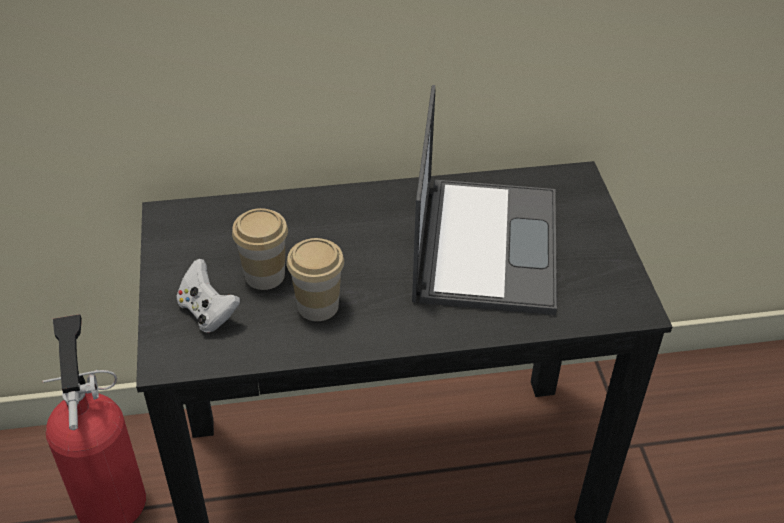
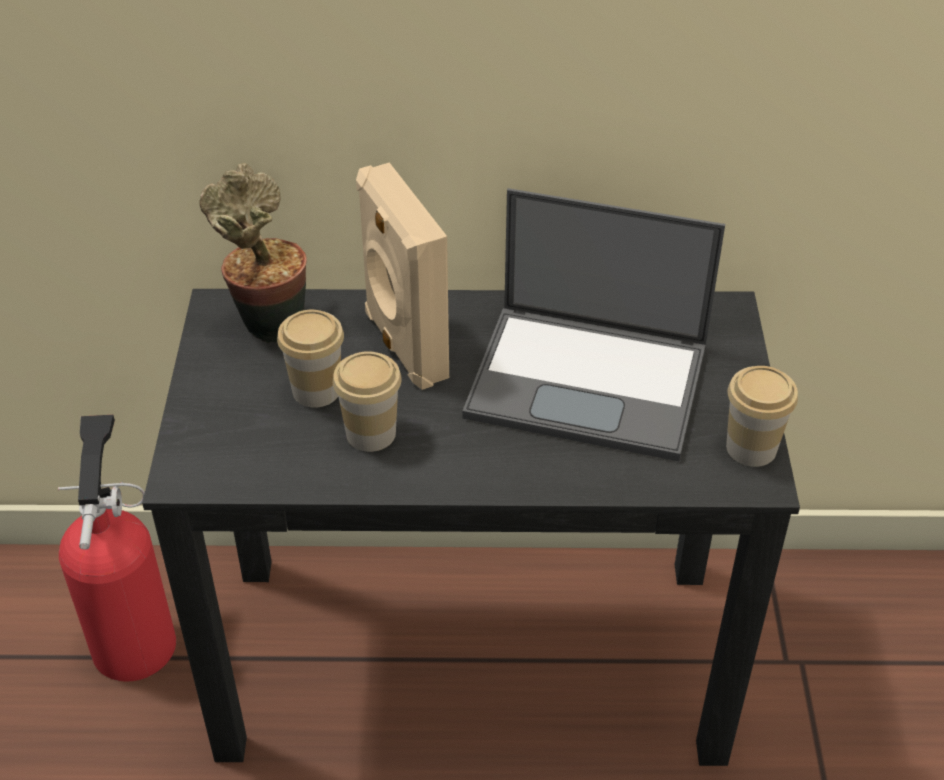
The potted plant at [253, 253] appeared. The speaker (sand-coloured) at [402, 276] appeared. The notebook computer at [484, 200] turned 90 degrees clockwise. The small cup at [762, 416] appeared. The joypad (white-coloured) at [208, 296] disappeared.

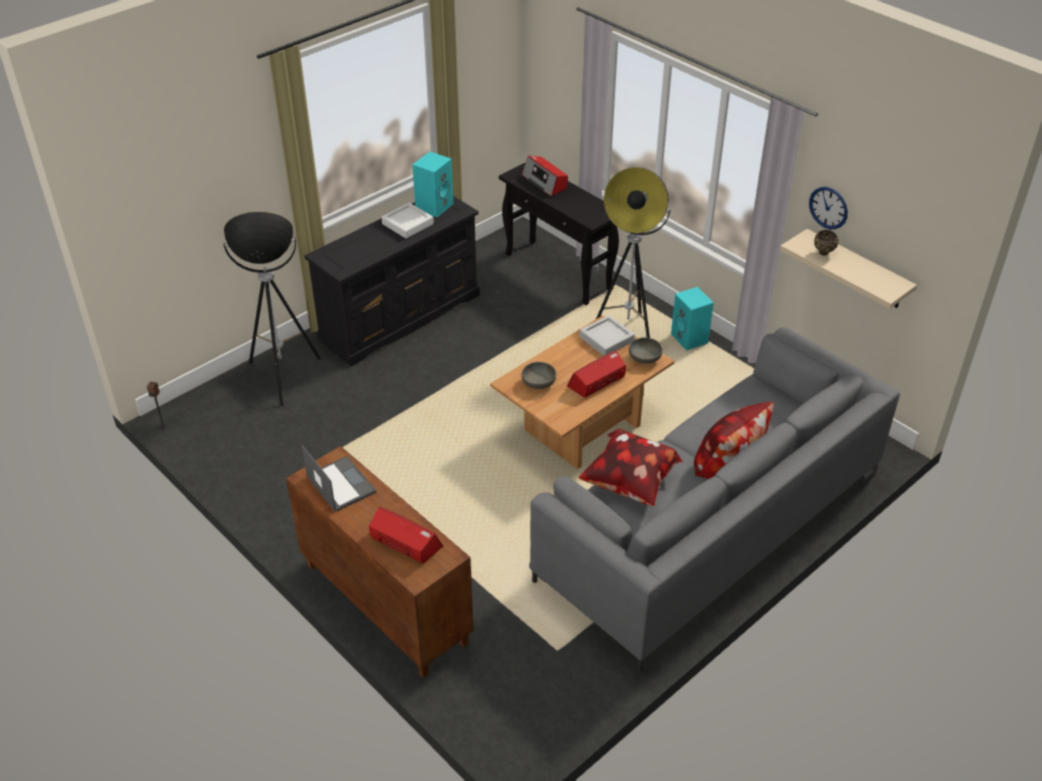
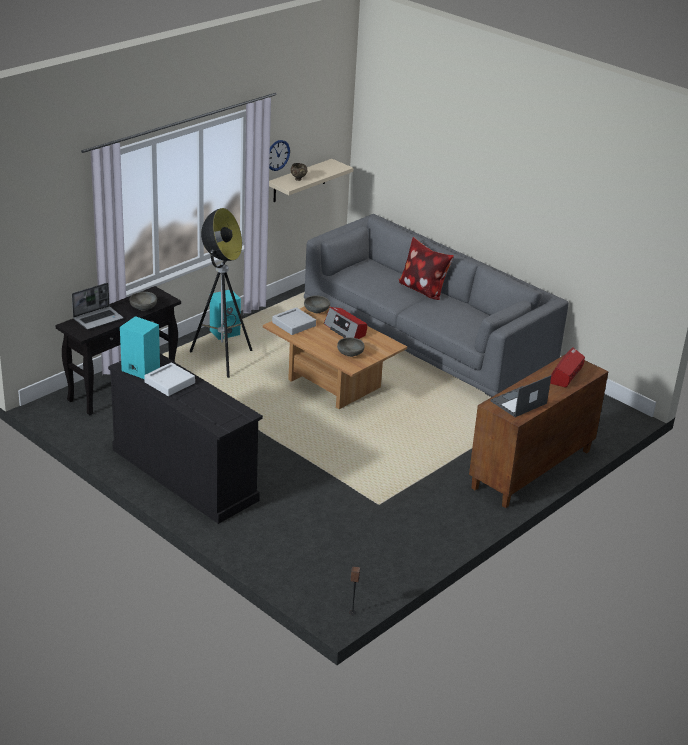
The radio set at [545, 176] was replaced by the notebook computer at [98, 306]. The deep dish (greyish) at [143, 301] appeared. The standard lamp at [271, 309] disappeared. The throw pillow at [630, 468] disappeared.

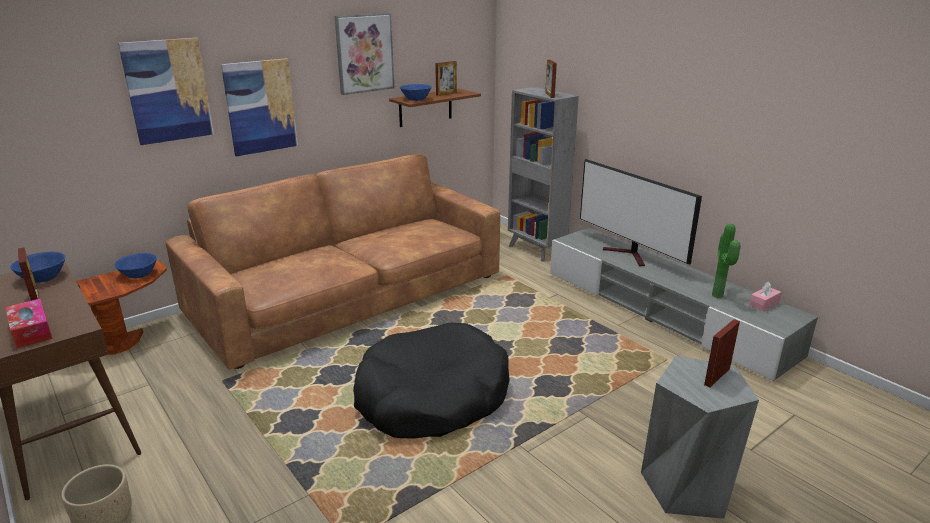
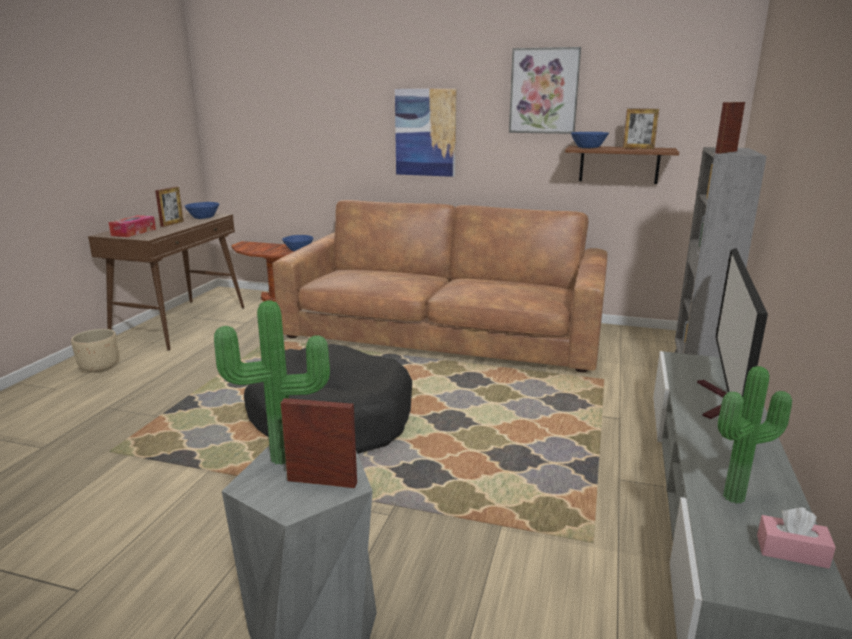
The potted plant at [272, 382] appeared. The picture at [166, 91] disappeared.

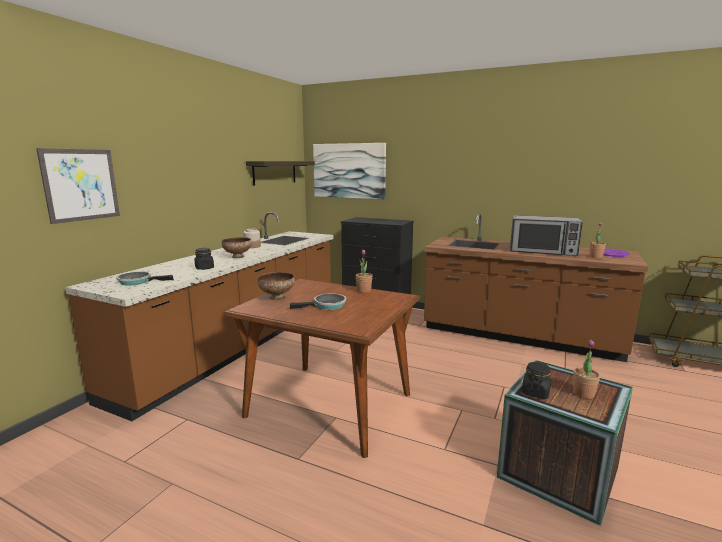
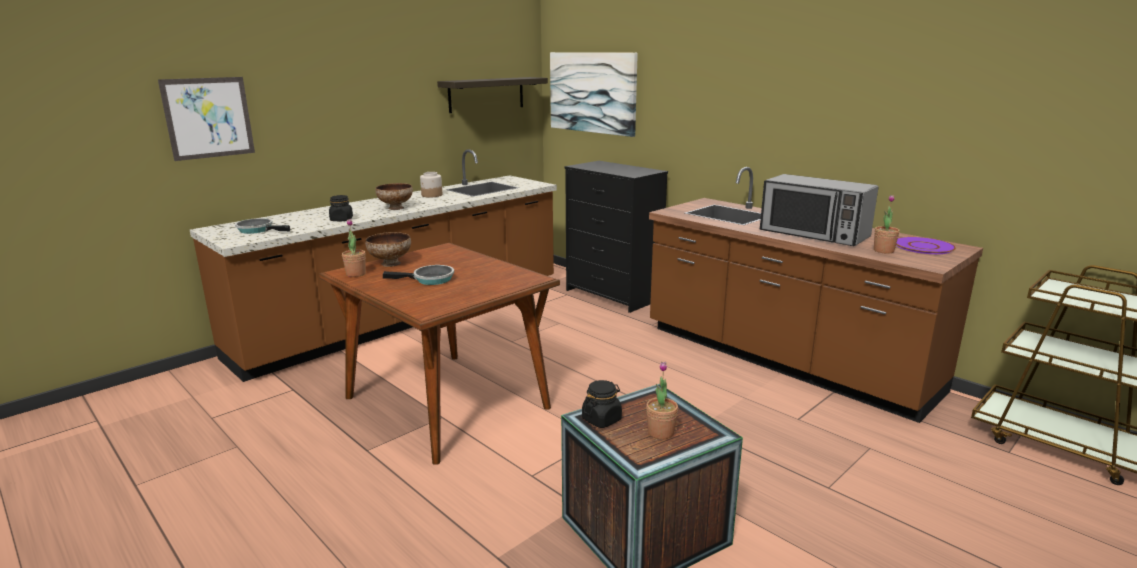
The potted plant moved from [364, 271] to [354, 248].

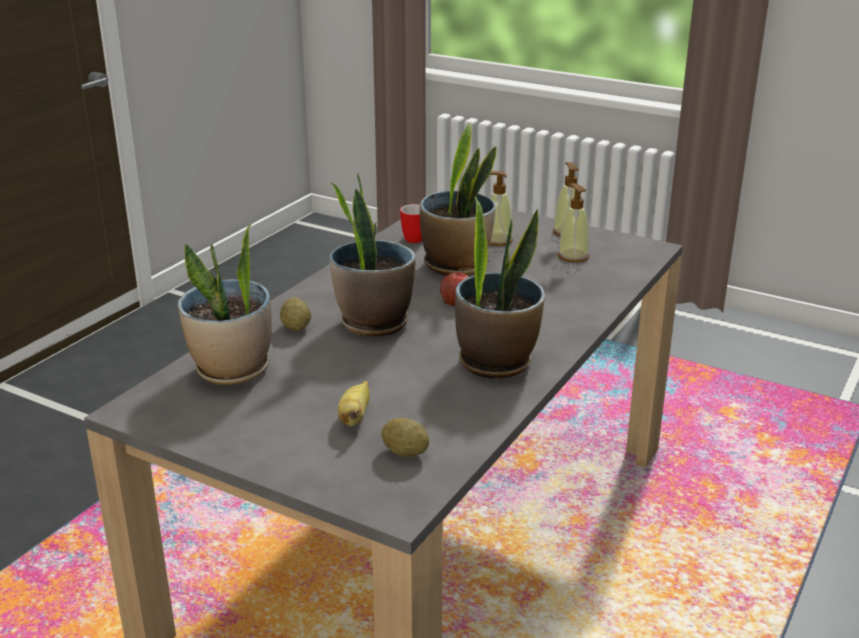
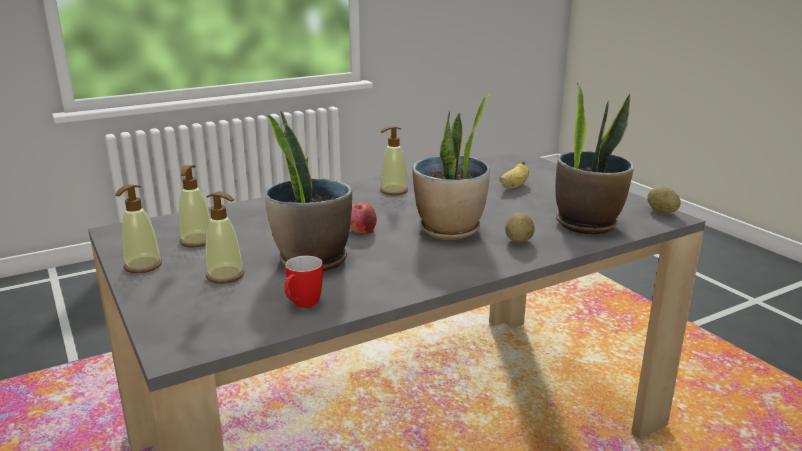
The potted plant at [500, 288] was replaced by the soap dispenser at [394, 160]. The whole potato moved from [405, 437] to [664, 200].

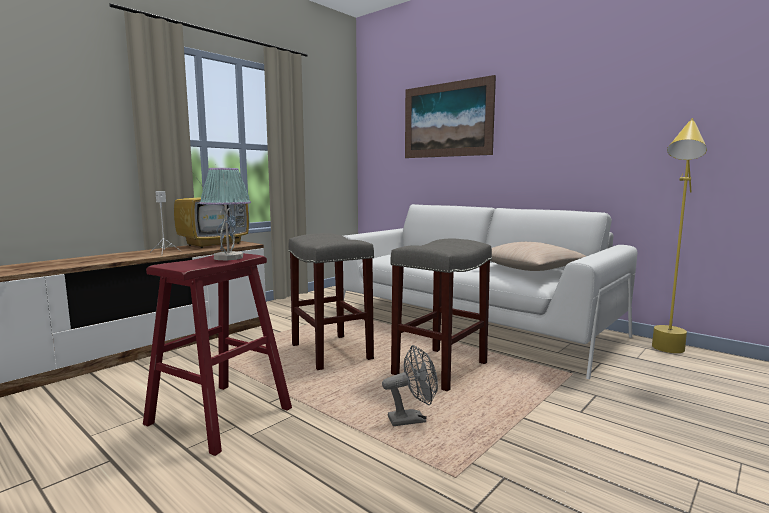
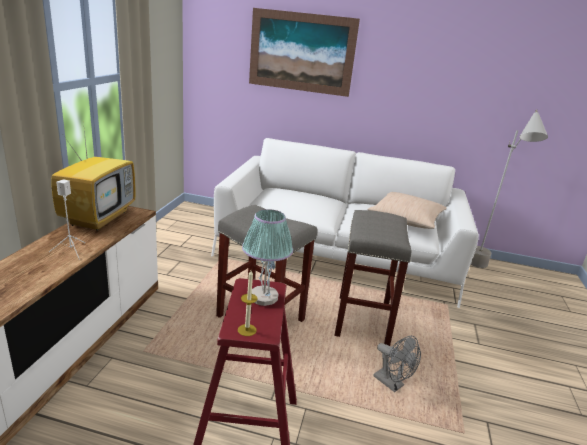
The candle at [247, 303] appeared. The electric fan (greyish) at [410, 385] turned 90 degrees clockwise. The standard lamp (yellow-coloured) at [679, 235] became the standard lamp (greyish) at [509, 189].

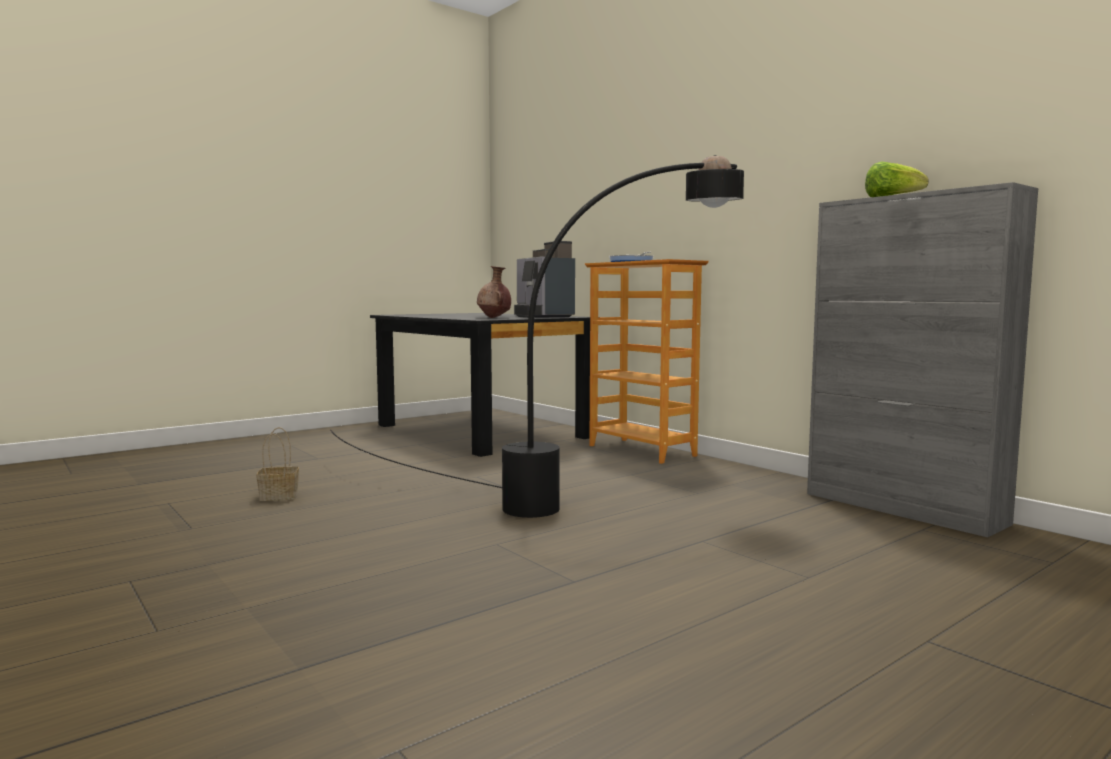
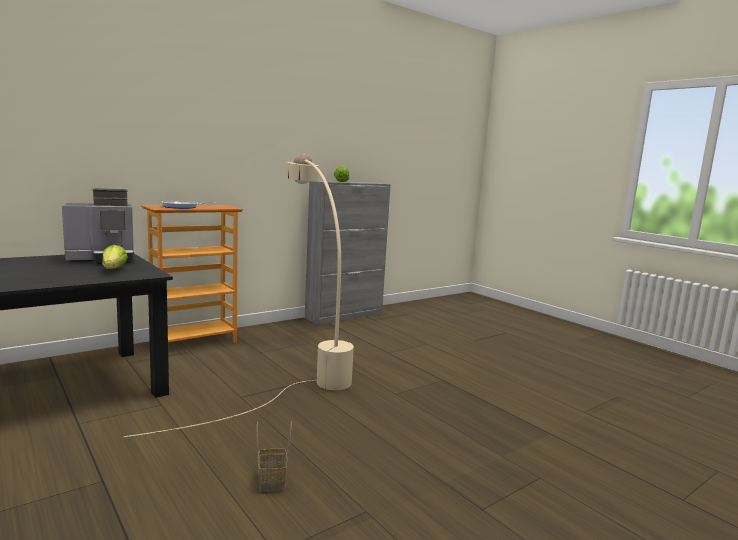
The vase (brownish) at [494, 292] was replaced by the head of lettuce at [115, 257]. The standard lamp (black) at [537, 336] became the standard lamp (sand-coloured) at [239, 295].

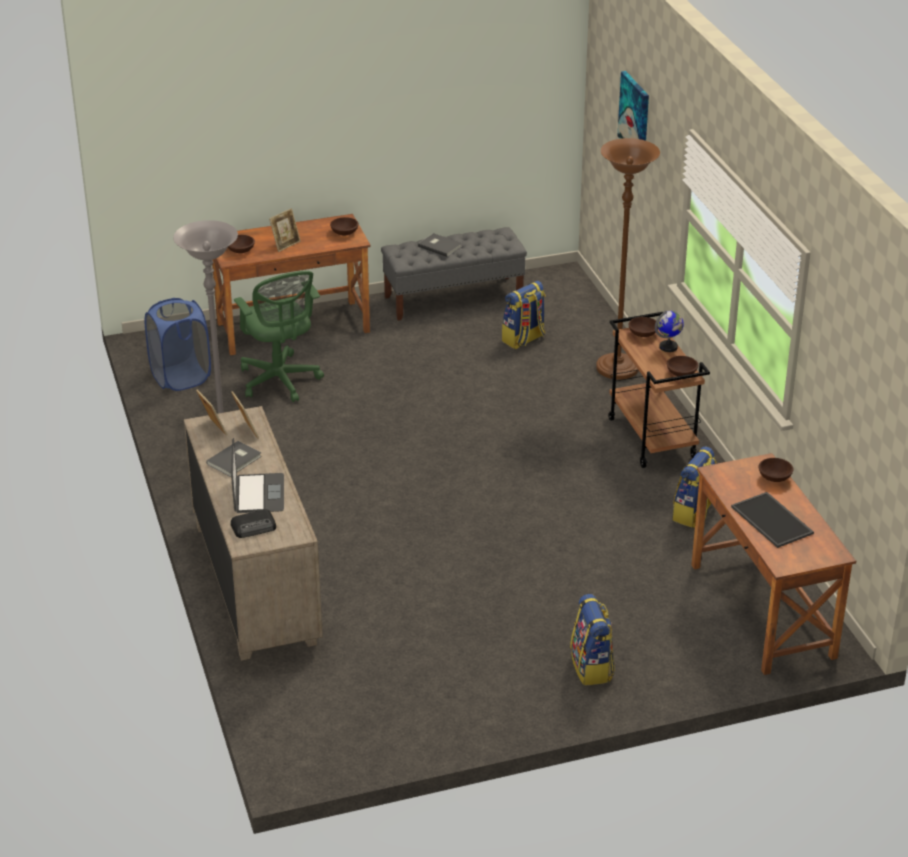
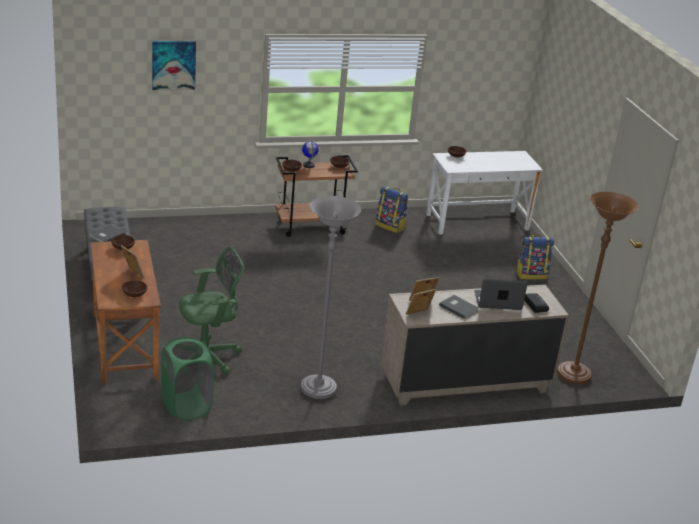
The washing basket (blue) at [178, 344] became the washing basket (green) at [187, 378]. The desk unit (brownish) at [773, 564] became the desk unit (white-coloured) at [484, 192]. The standard lamp (brownish) moved from [628, 259] to [598, 288]. The backpack at [523, 315] disappeared. The serving tray at [772, 520] disappeared.

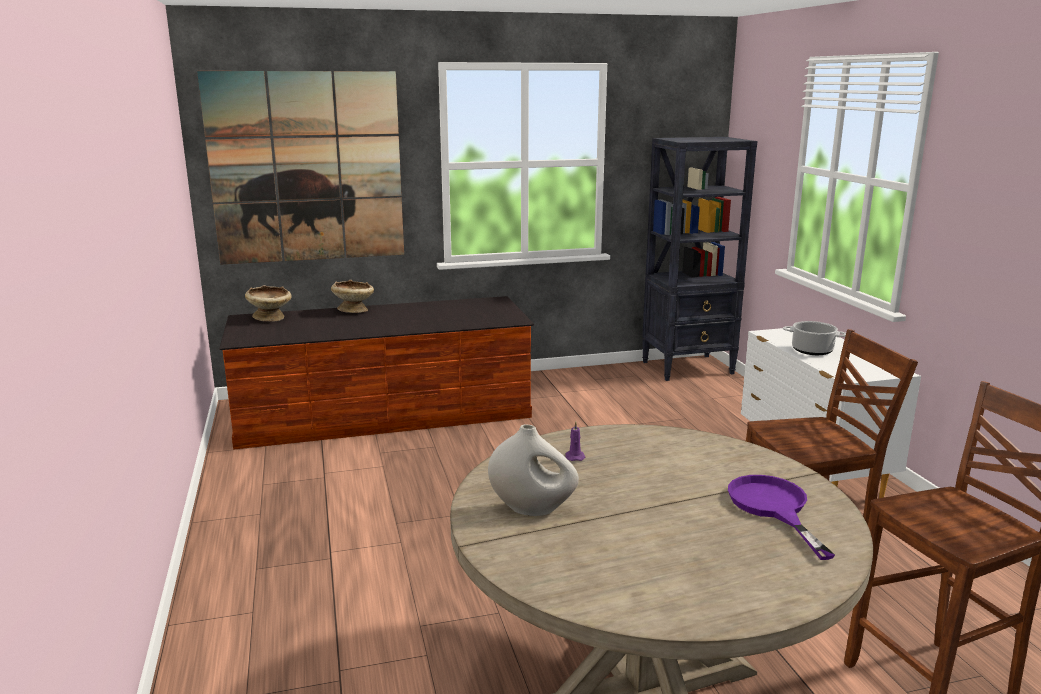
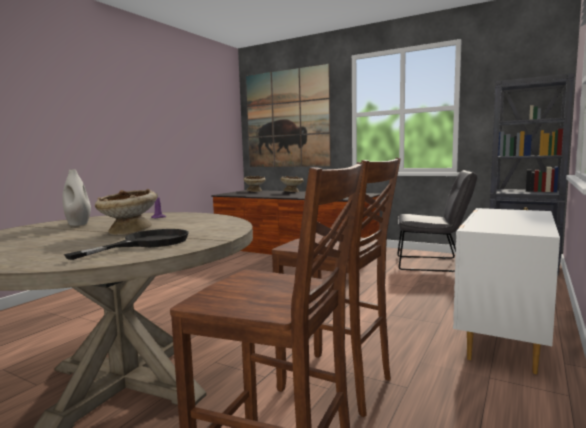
The frying pan (purple) at [781, 517] became the frying pan (black) at [126, 244]. The deep dish (sand-coloured) at [126, 212] appeared. The plain chair (greyish) at [437, 220] appeared. The saucepot at [814, 338] disappeared.

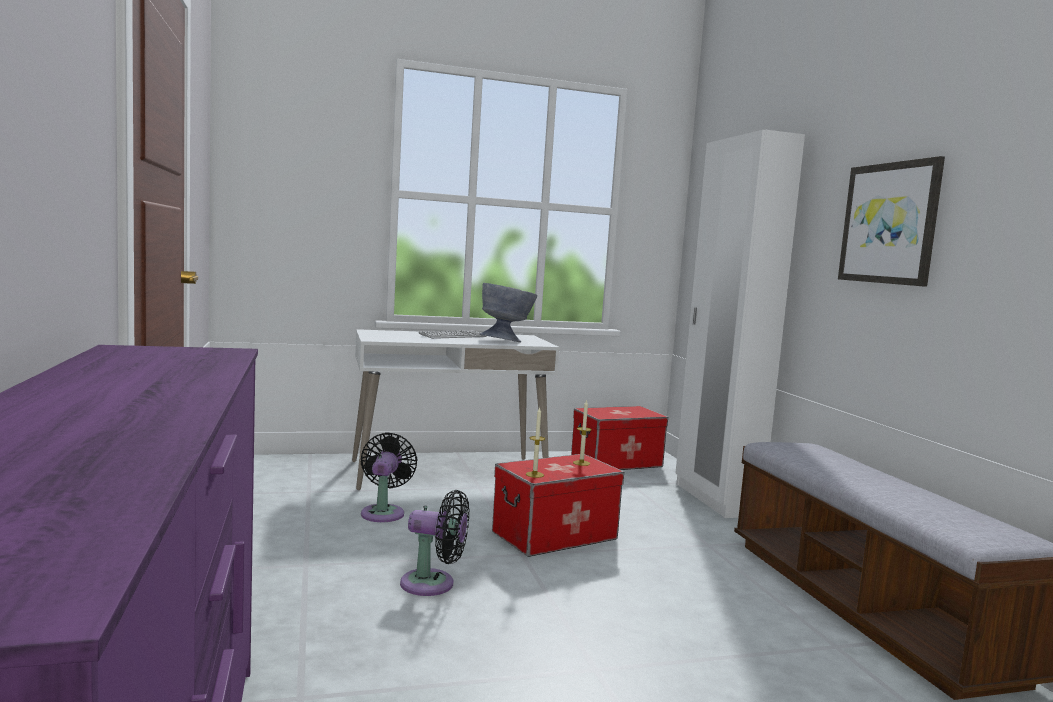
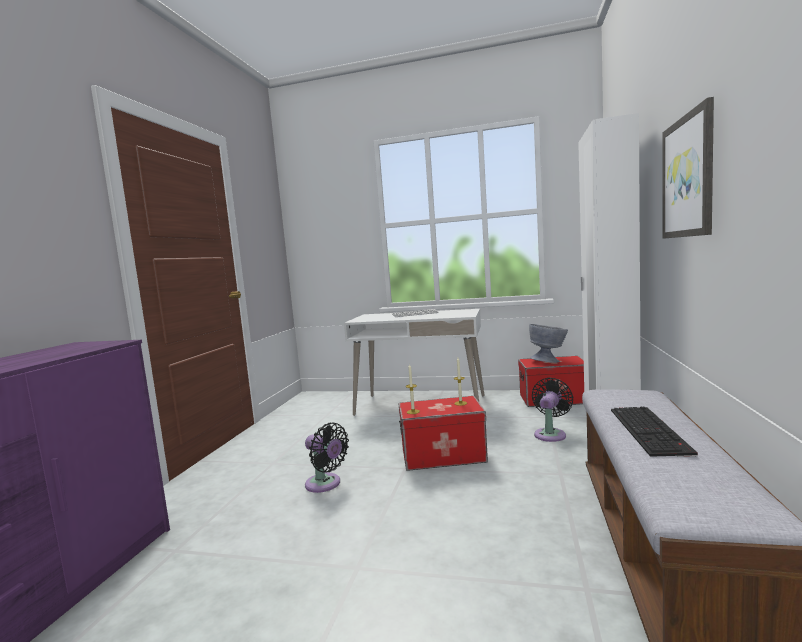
The deep dish (greyish) moved from [508, 313] to [548, 343]. The electric fan (black) moved from [389, 477] to [552, 409]. The keyboard at [654, 432] appeared.

